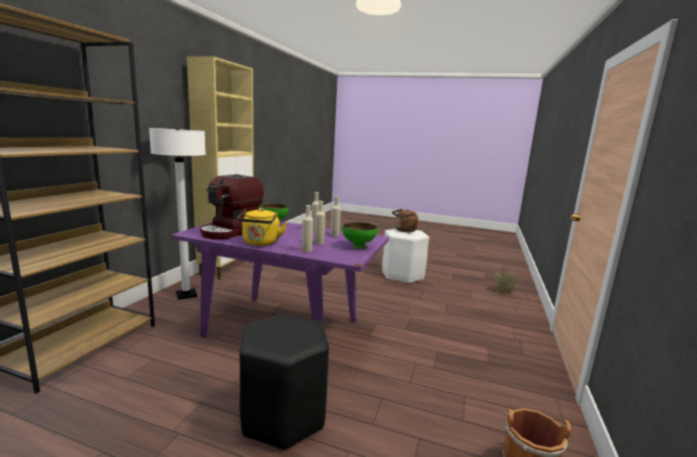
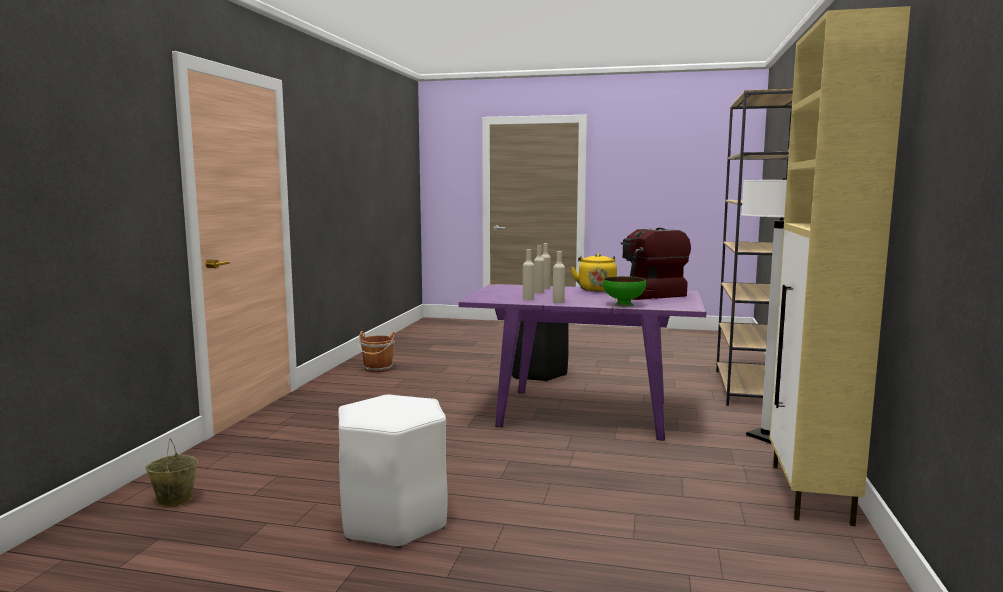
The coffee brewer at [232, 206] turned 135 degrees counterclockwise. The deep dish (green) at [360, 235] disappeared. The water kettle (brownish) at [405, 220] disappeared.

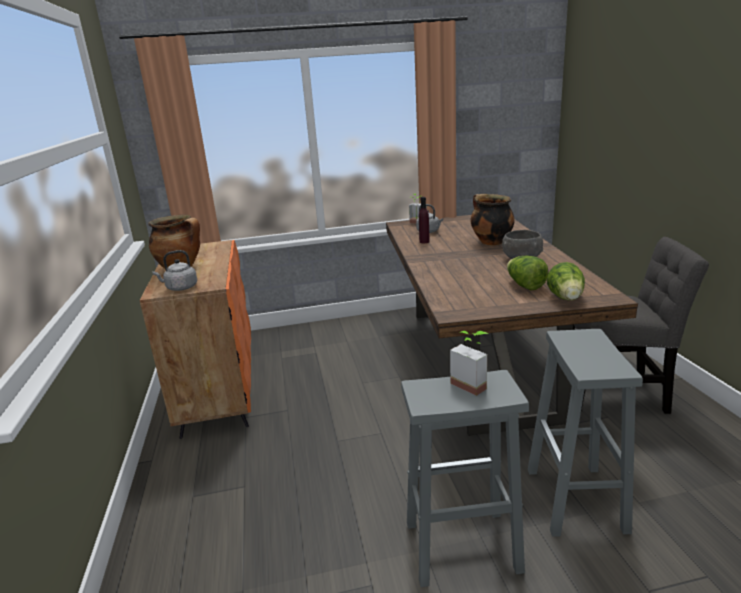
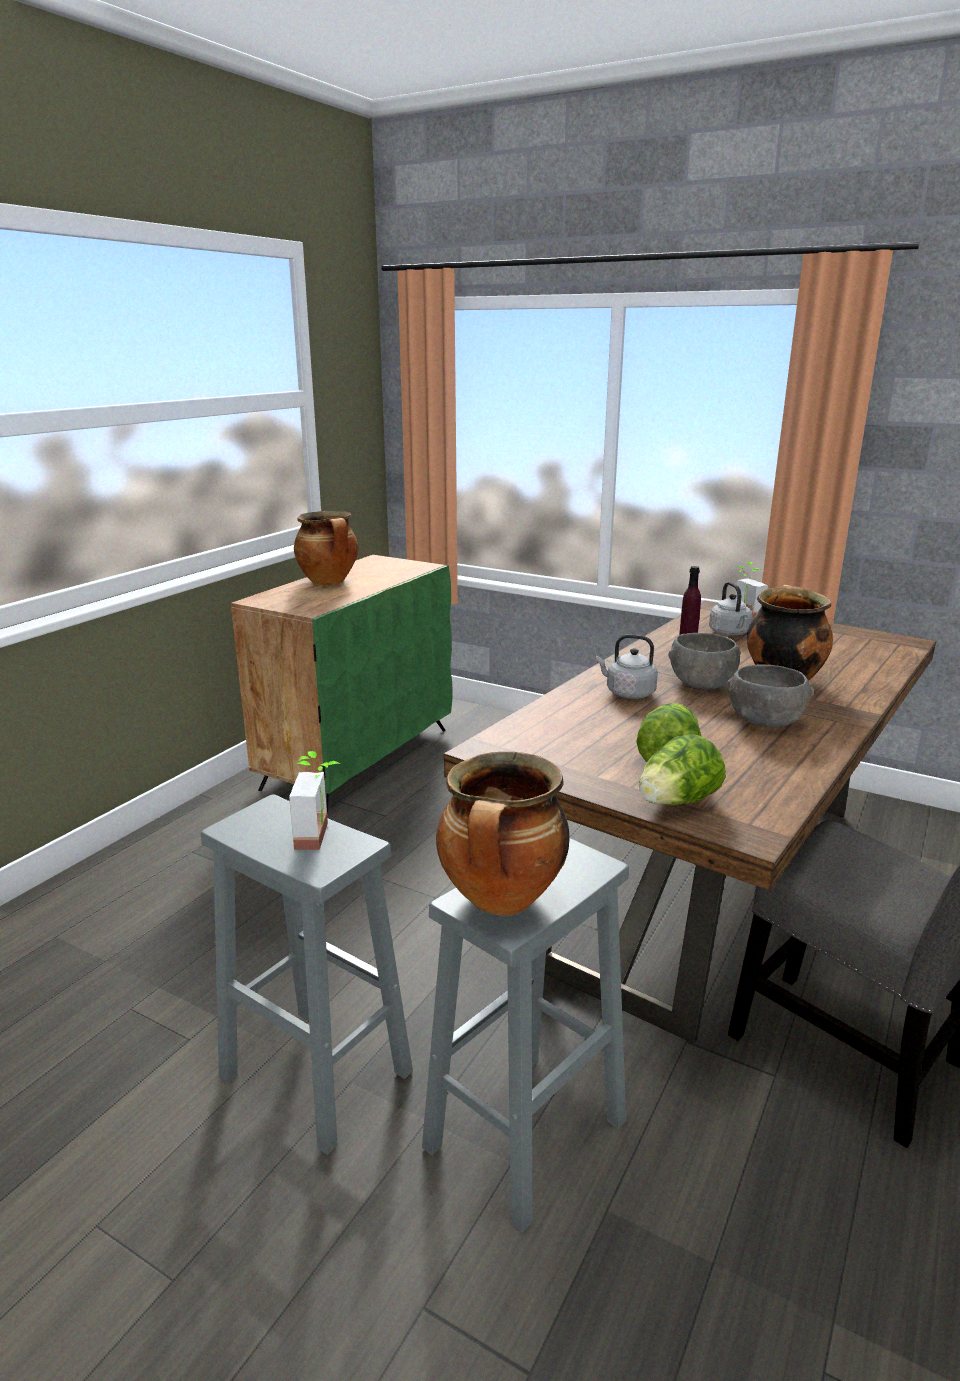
The cabinet (orangey) at [195, 339] became the cabinet (green) at [342, 683]. The saucepot at [503, 833] appeared. The water kettle (greyish) moved from [174, 270] to [627, 666]. The deep dish (greyish) at [704, 661] appeared.

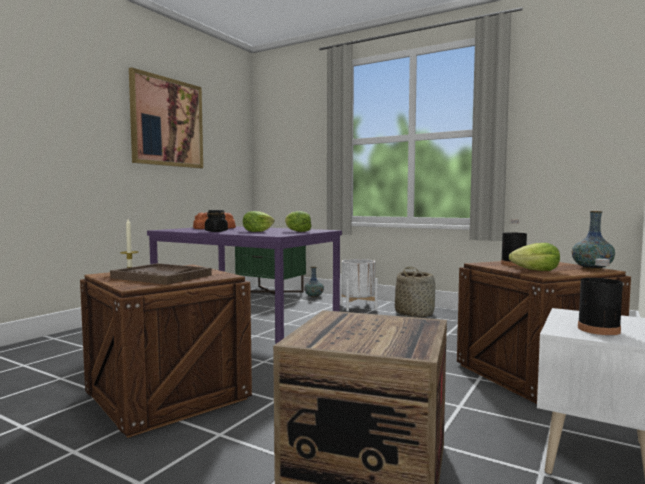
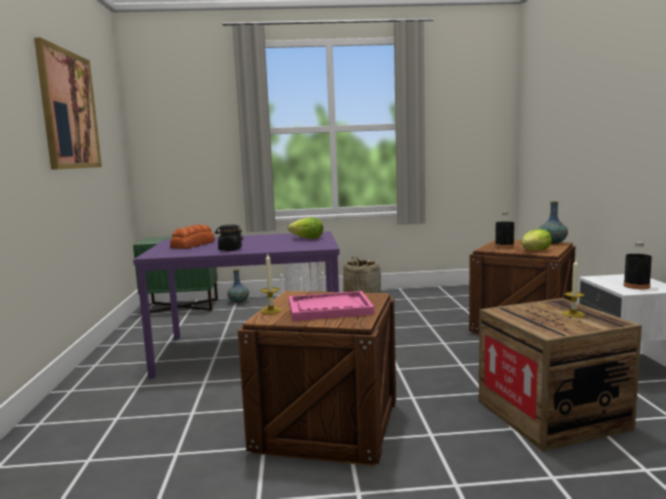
The serving tray (brownish) at [161, 274] became the serving tray (pinkish) at [331, 306]. The candle at [573, 288] appeared. The head of lettuce at [259, 221] disappeared.

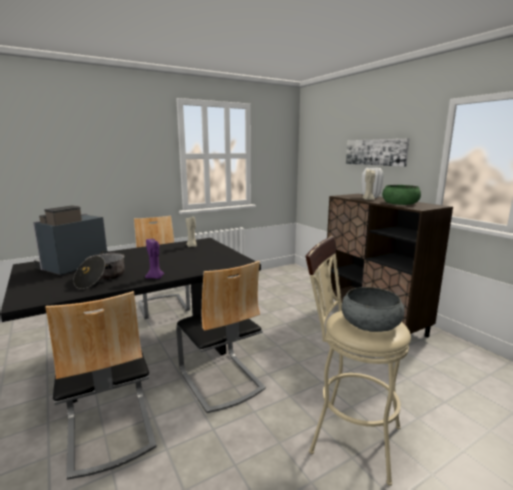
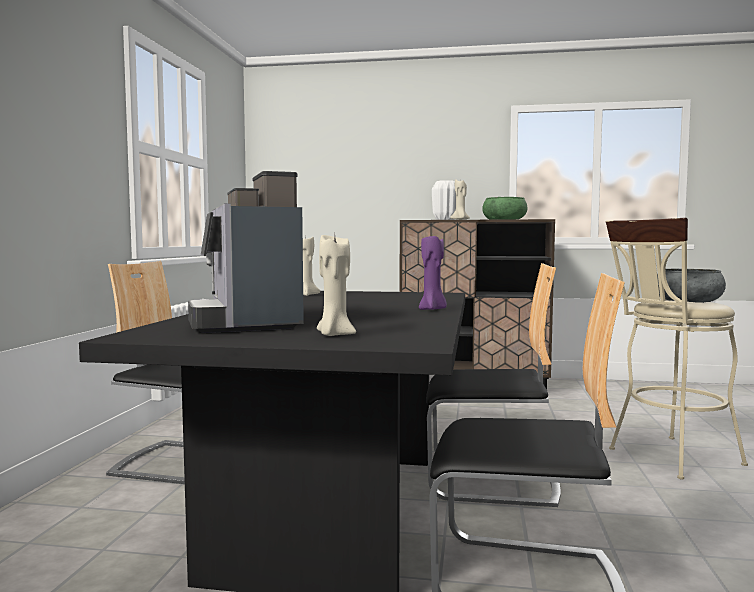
The candle (sand-coloured) at [336, 285] appeared. The saucepot at [99, 270] disappeared. The picture at [377, 153] disappeared.

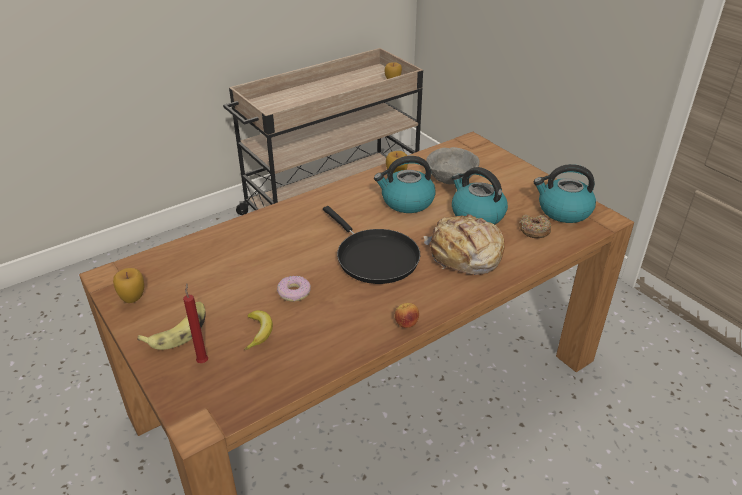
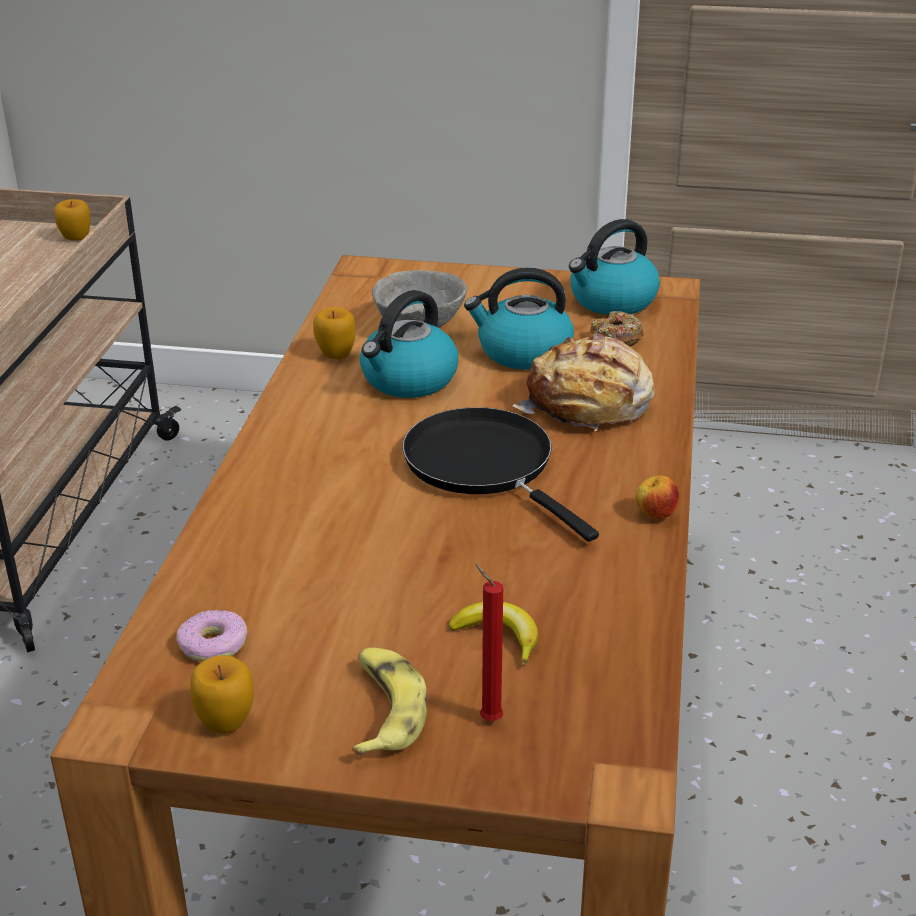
The doughnut moved from [294, 289] to [212, 636]. The frying pan (black) at [371, 245] turned 135 degrees counterclockwise.

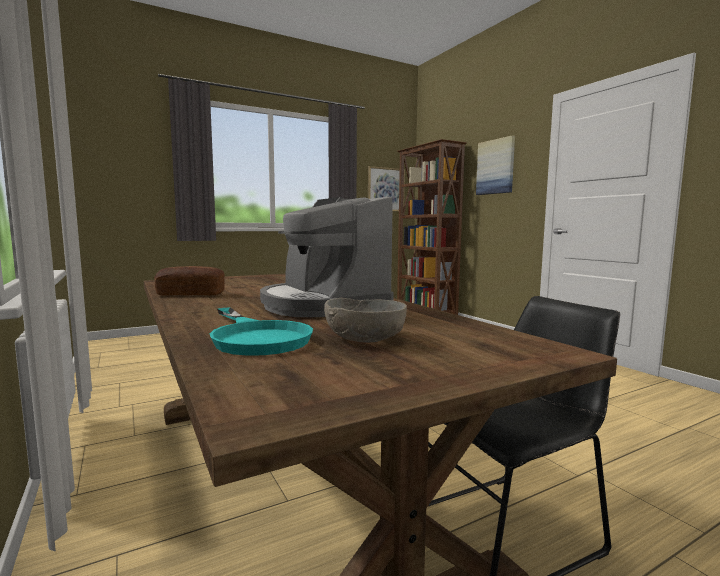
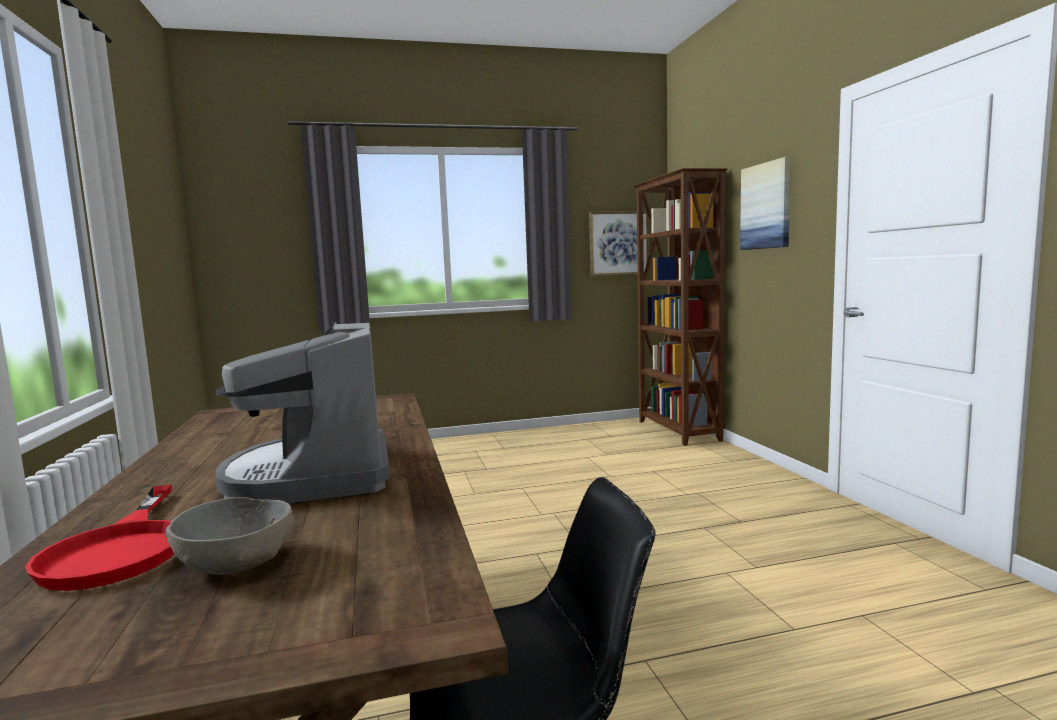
The frying pan (turquoise) at [261, 331] became the frying pan (red) at [100, 538]. The bread at [189, 281] disappeared.

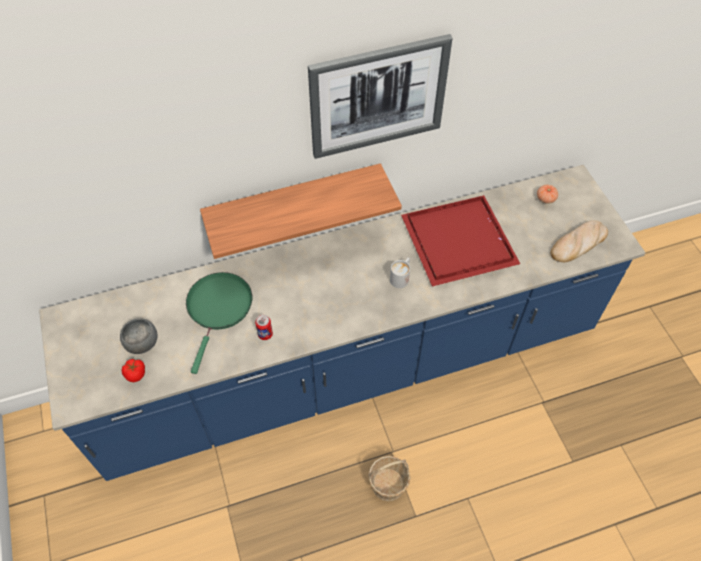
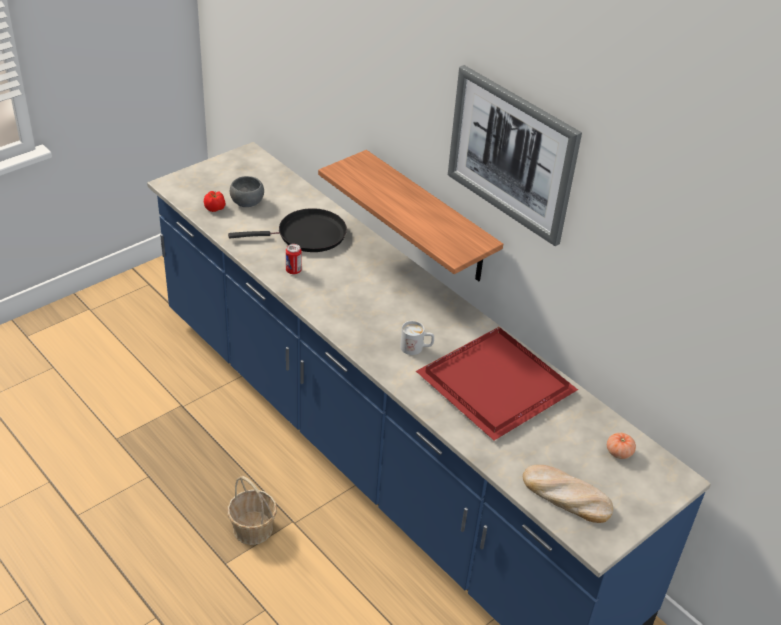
The frying pan (green) at [219, 323] became the frying pan (black) at [287, 230].

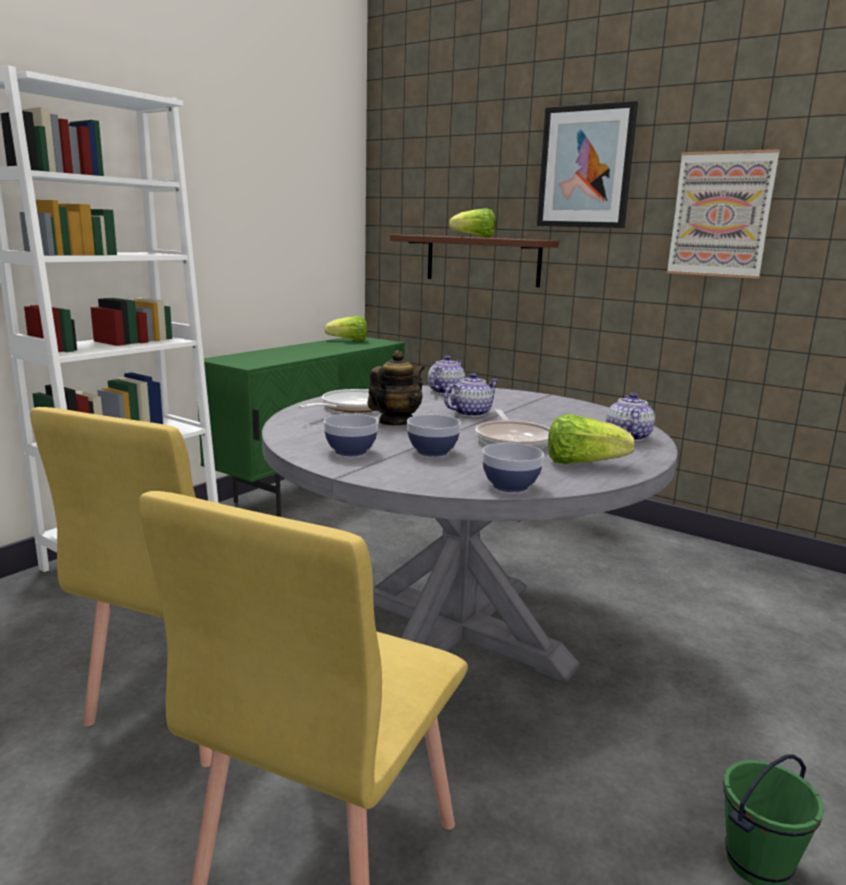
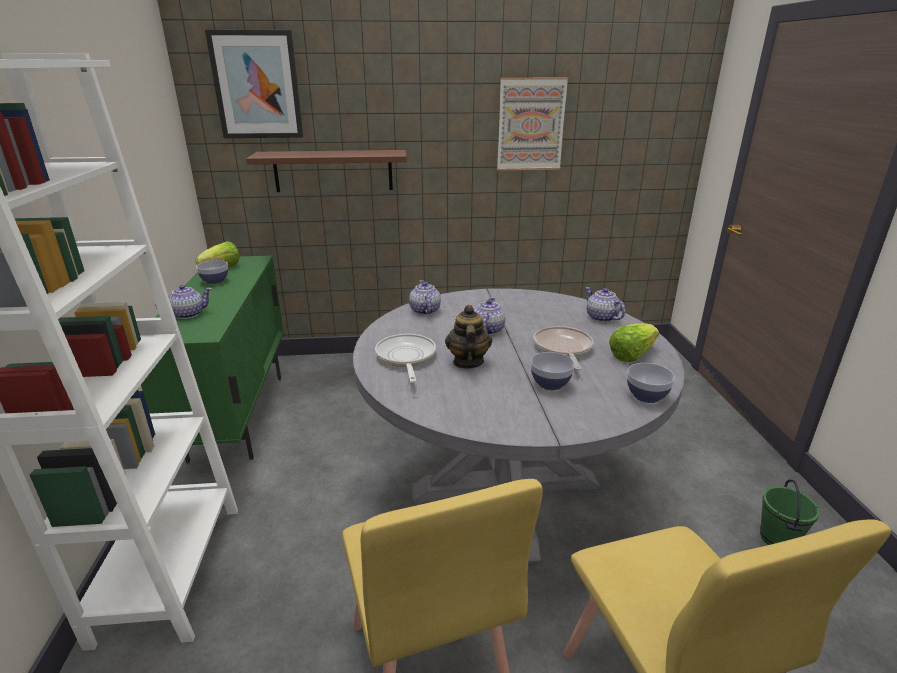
The teapot at [183, 302] appeared. The deep dish moved from [351, 435] to [212, 272]. The picture moved from [587, 164] to [254, 83]. The frying pan at [512, 429] turned 135 degrees counterclockwise. The head of lettuce at [472, 223] disappeared.

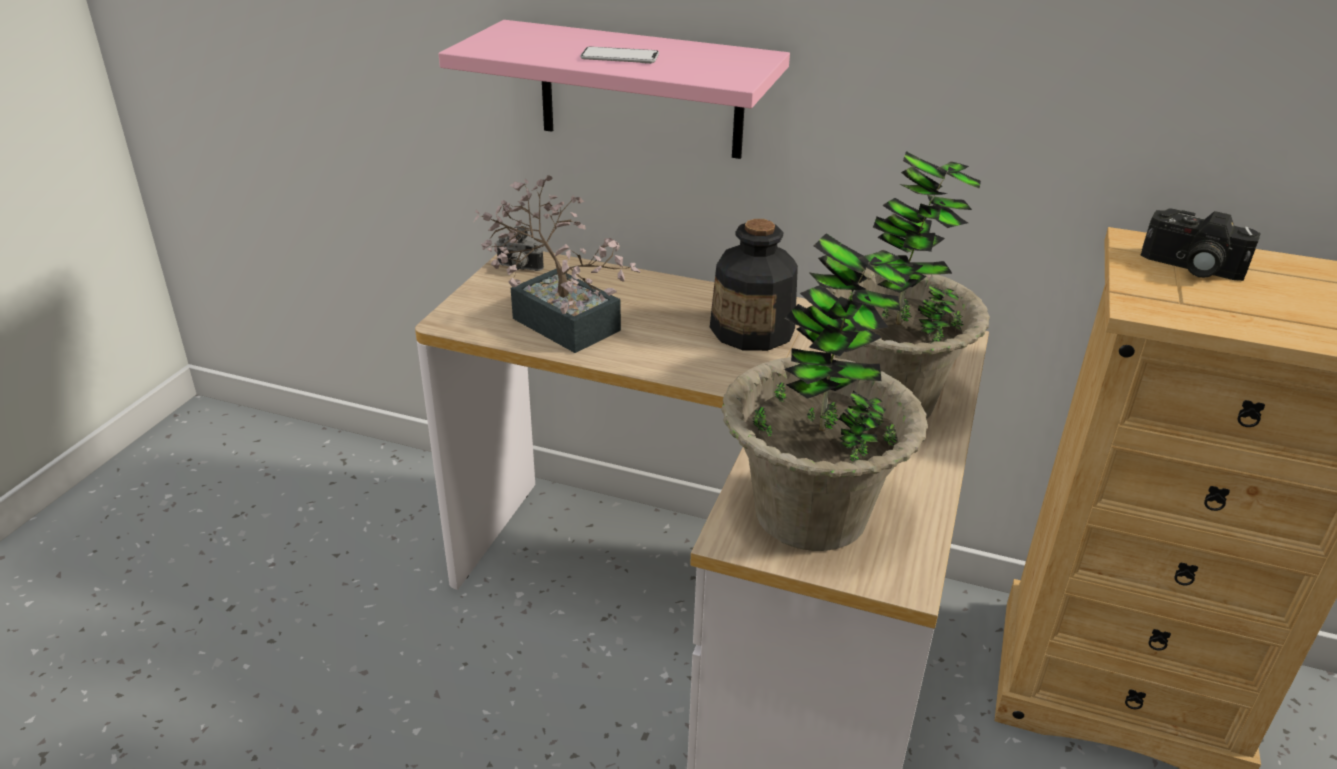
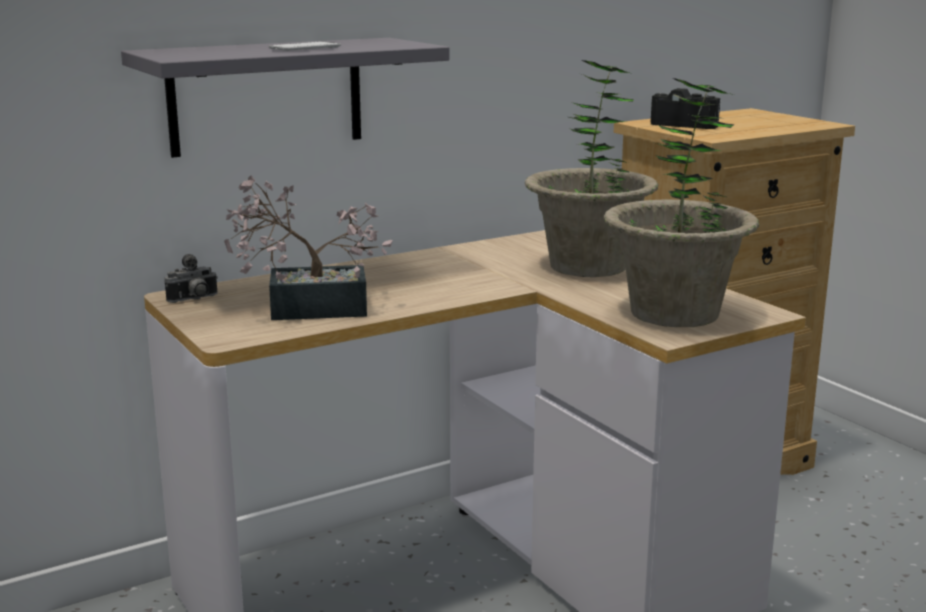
The shelf (pinkish) at [614, 89] became the shelf (greyish) at [285, 98]. The photo camera at [1200, 245] turned 135 degrees counterclockwise. The drink bottle at [754, 285] disappeared.

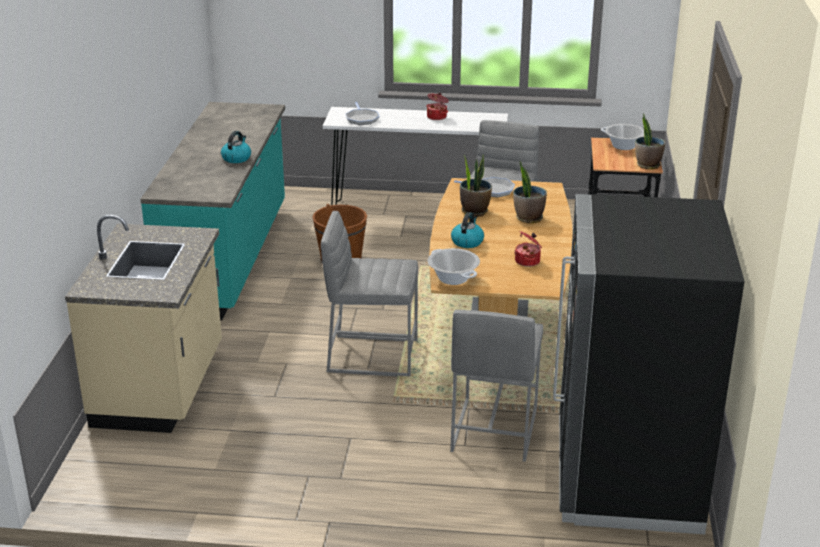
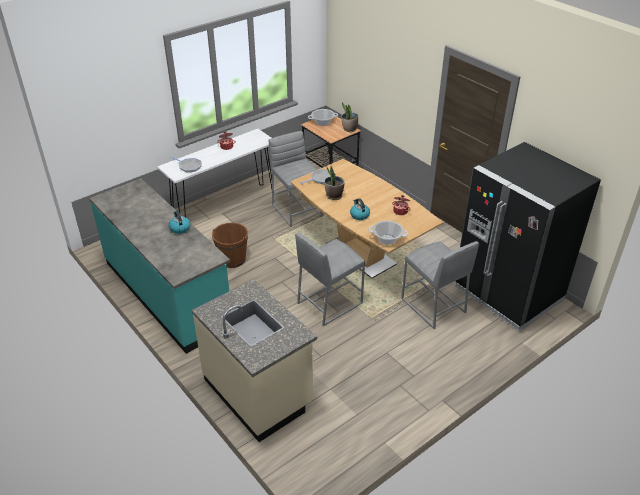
The potted plant at [530, 192] disappeared.

